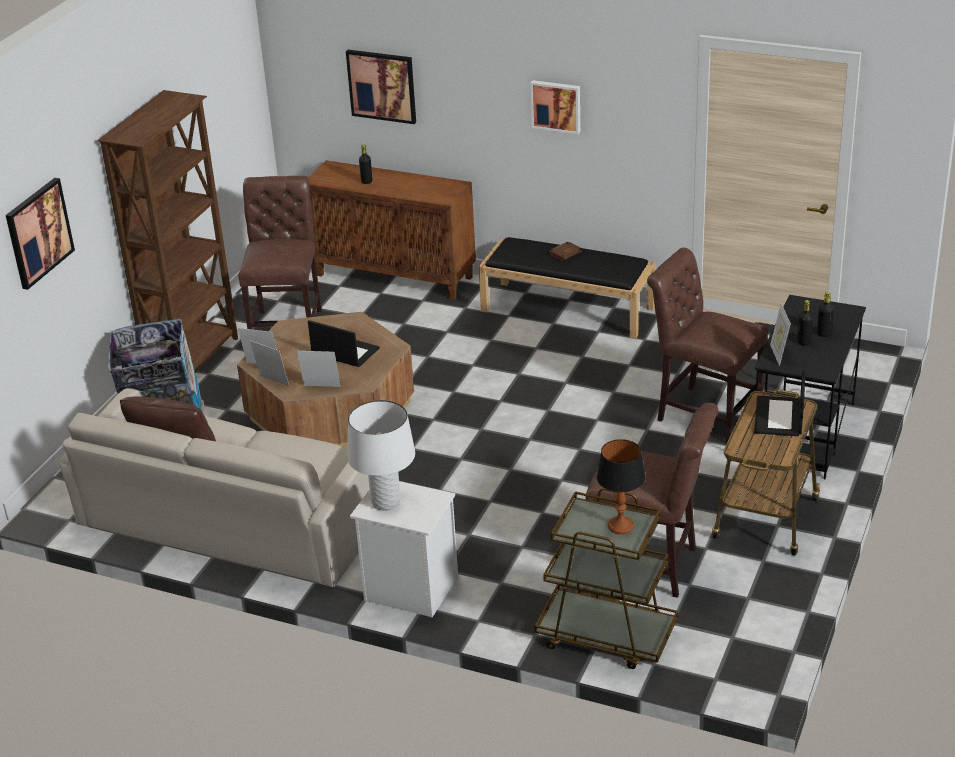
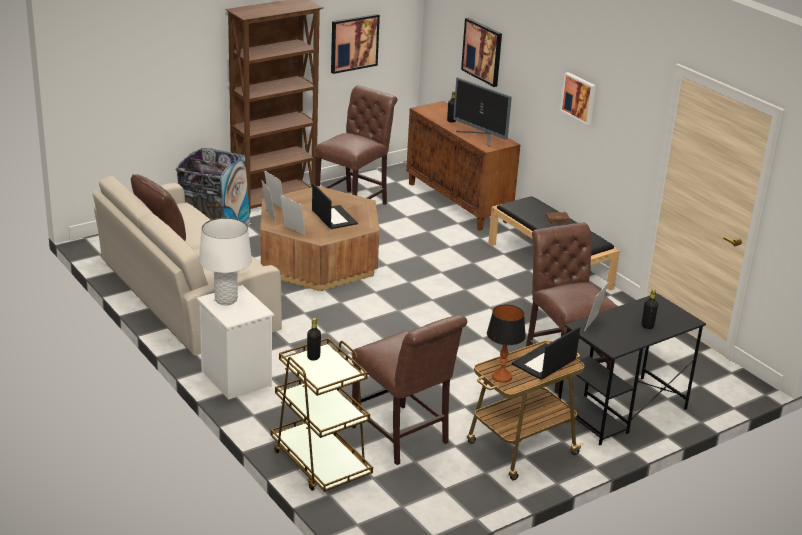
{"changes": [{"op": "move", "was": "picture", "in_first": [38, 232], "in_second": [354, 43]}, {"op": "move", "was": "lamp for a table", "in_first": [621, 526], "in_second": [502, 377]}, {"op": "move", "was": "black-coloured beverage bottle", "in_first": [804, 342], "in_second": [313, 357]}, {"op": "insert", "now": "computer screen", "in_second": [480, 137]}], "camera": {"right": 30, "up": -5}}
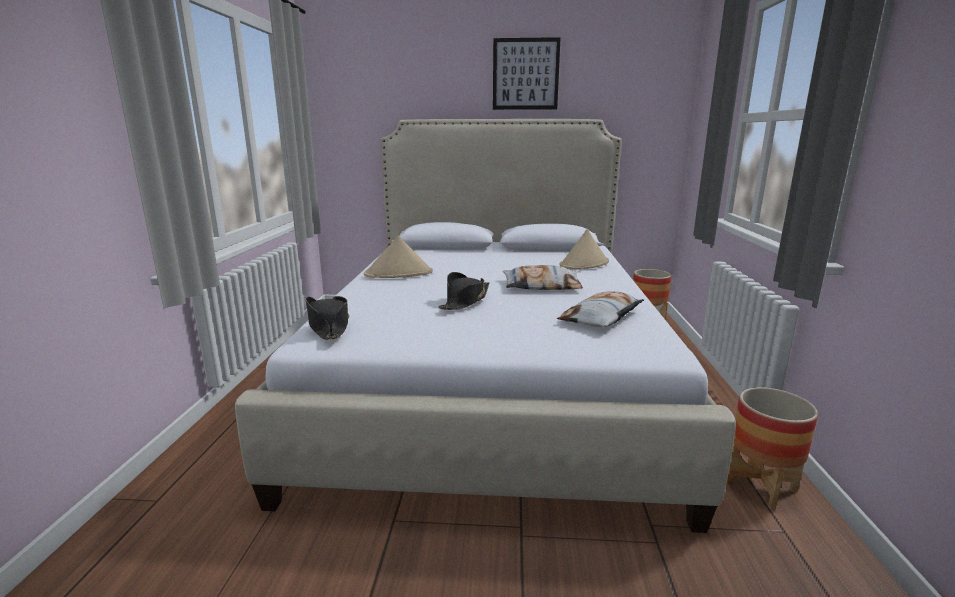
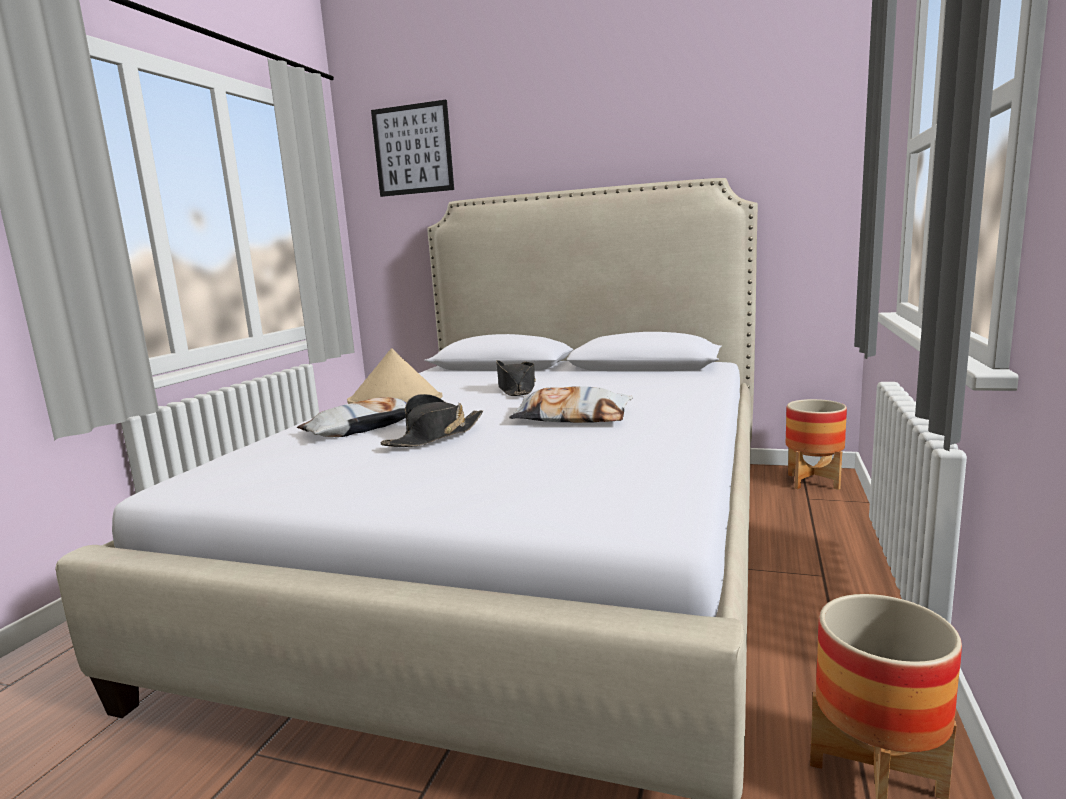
{"changes": [{"op": "move", "was": "black-coloured wearable hat", "in_first": [328, 326], "in_second": [516, 389]}, {"op": "move", "was": "picture", "in_first": [525, 74], "in_second": [413, 149]}, {"op": "move", "was": "cushion", "in_first": [601, 317], "in_second": [362, 428]}, {"op": "delete", "was": "beige-coloured wearable hat", "in_first": [584, 264]}], "camera": {"right": 15, "up": -5}}
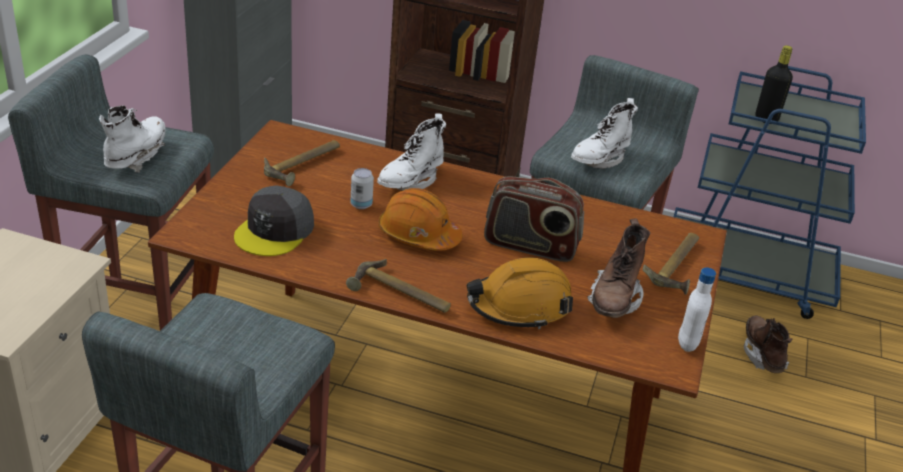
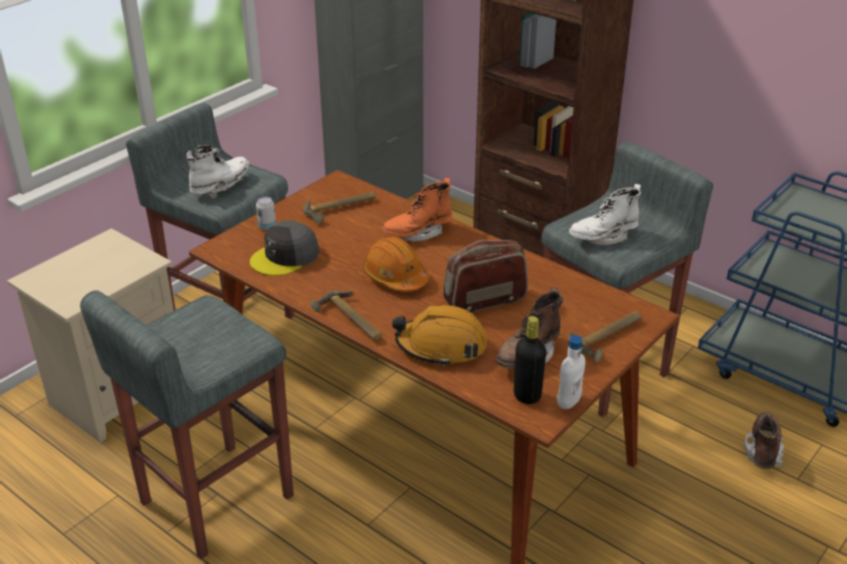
{"changes": [{"op": "move", "was": "sealed can", "in_first": [361, 205], "in_second": [267, 227]}, {"op": "recolor", "was": "white high-top boot", "now": "orange-coloured high-top boot", "in_first": [410, 181], "in_second": [418, 233]}, {"op": "rotate", "was": "radio", "in_first": [530, 246], "in_second": [484, 300], "clockwise": 120}, {"op": "move", "was": "black-coloured beverage bottle", "in_first": [766, 119], "in_second": [527, 396]}], "camera": {"right": 25, "up": 0}}
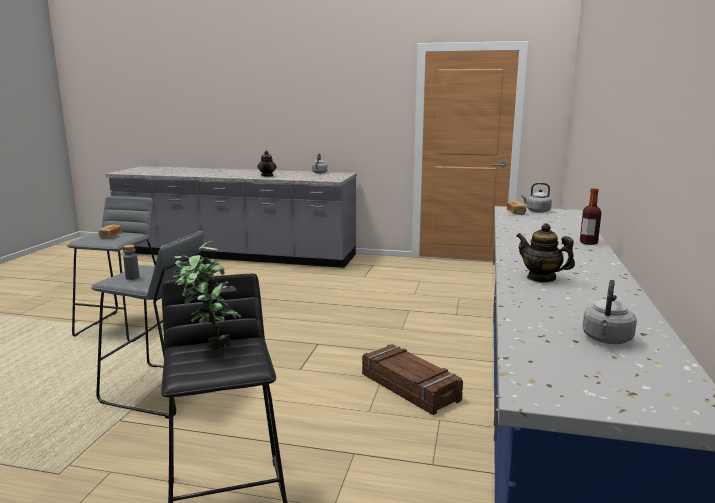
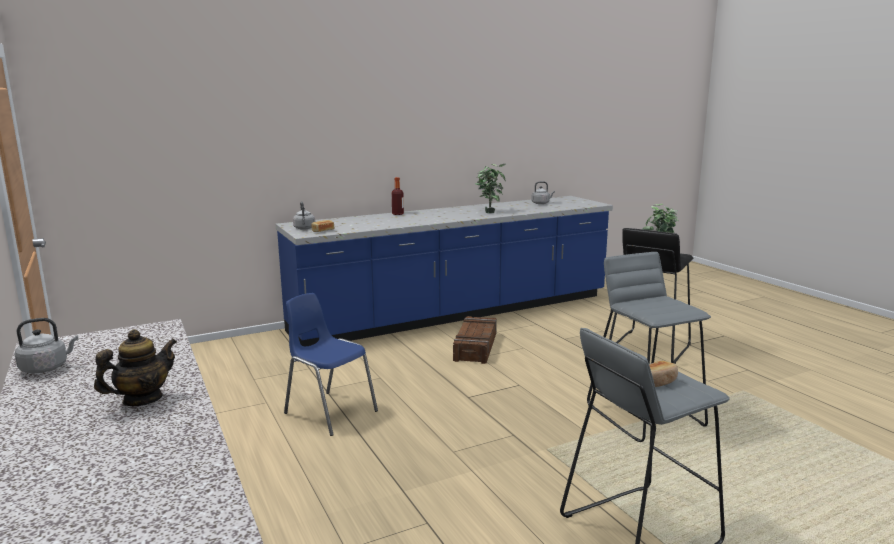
{"changes": [{"op": "delete", "was": "grey beverage bottle", "in_first": [132, 277]}, {"op": "replace", "was": "teapot", "now": "potted plant", "in_first": [541, 278], "in_second": [489, 212]}, {"op": "insert", "now": "bluish upright chair", "in_second": [330, 412]}], "camera": {"right": -130, "up": 0}}
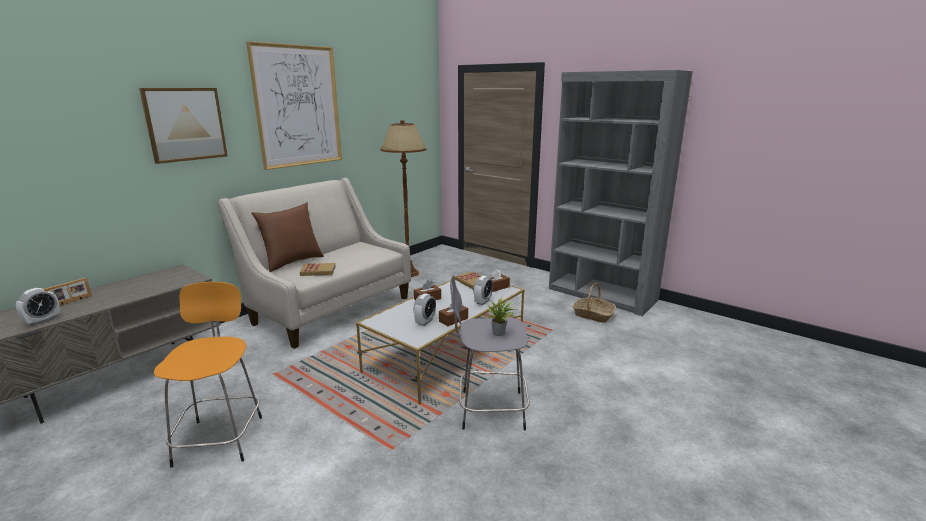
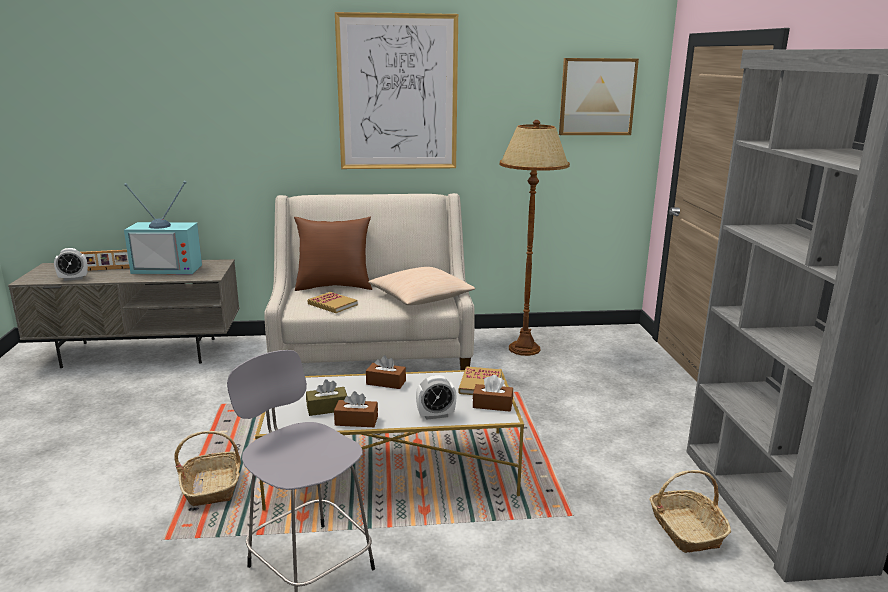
{"changes": [{"op": "move", "was": "picture", "in_first": [185, 124], "in_second": [597, 97]}, {"op": "delete", "was": "orange-coloured stool", "in_first": [220, 438]}, {"op": "replace", "was": "alarm clock", "now": "brown-coloured box of tissues", "in_first": [425, 322], "in_second": [327, 408]}, {"op": "delete", "was": "potted plant", "in_first": [500, 333]}, {"op": "insert", "now": "TV set", "in_second": [169, 268]}, {"op": "insert", "now": "basket", "in_second": [212, 486]}, {"op": "insert", "now": "beige-coloured cushion", "in_second": [420, 298]}], "camera": {"right": 45, "up": 0}}
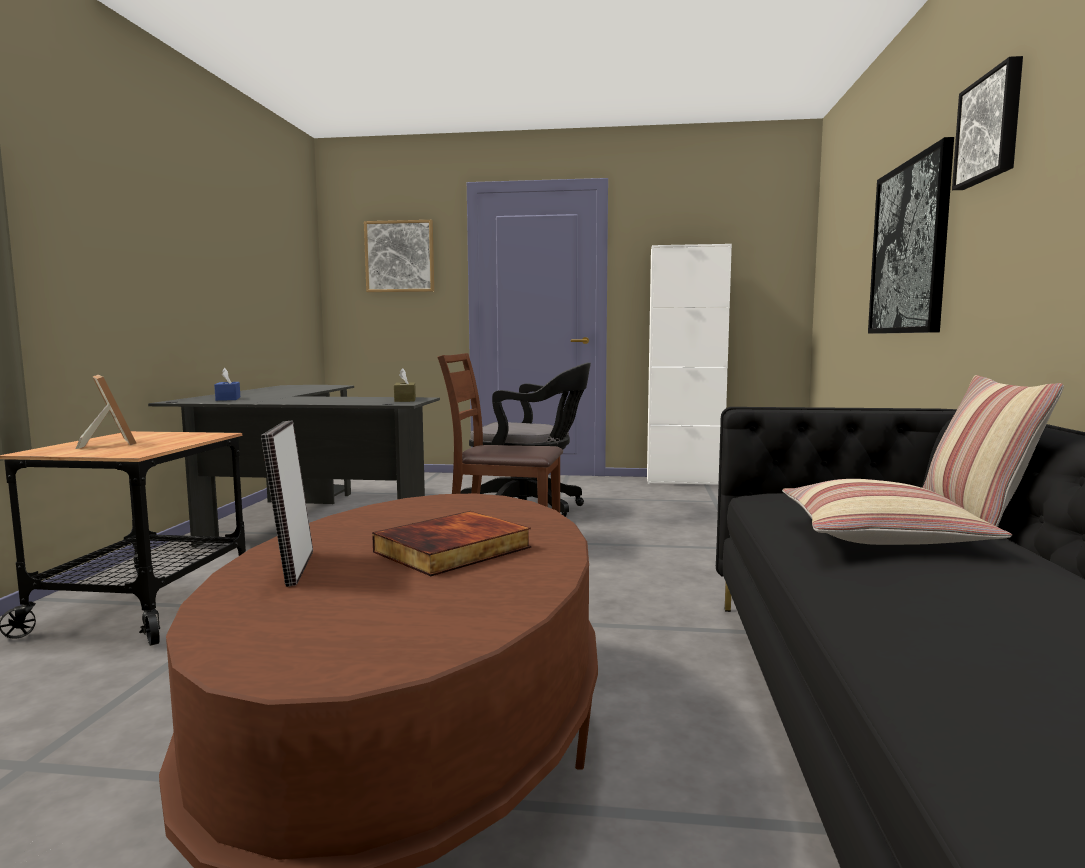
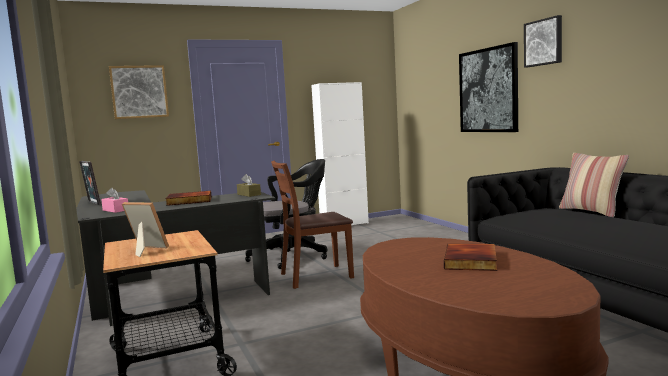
{"changes": [{"op": "recolor", "was": "bluish box of tissues", "now": "pinkish box of tissues", "in_first": [228, 398], "in_second": [115, 210]}, {"op": "move", "was": "photo frame", "in_first": [293, 568], "in_second": [92, 203]}, {"op": "delete", "was": "cushion", "in_first": [880, 535]}, {"op": "insert", "now": "volume", "in_second": [189, 201]}], "camera": {"right": -30, "up": 0}}
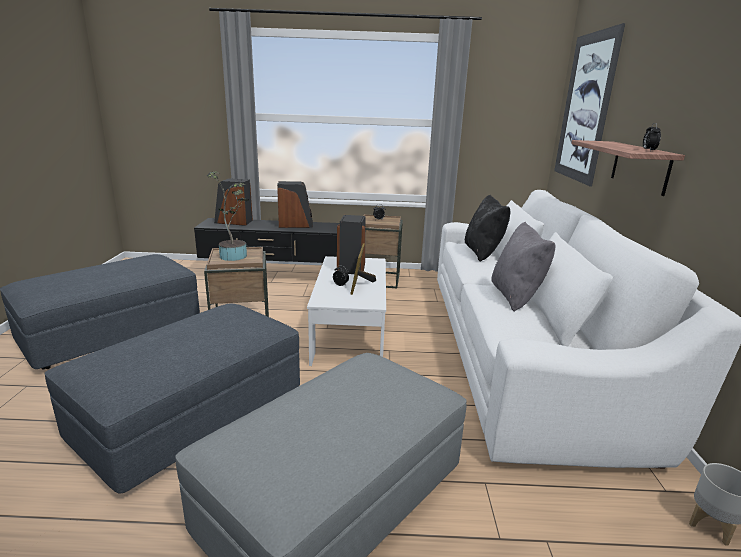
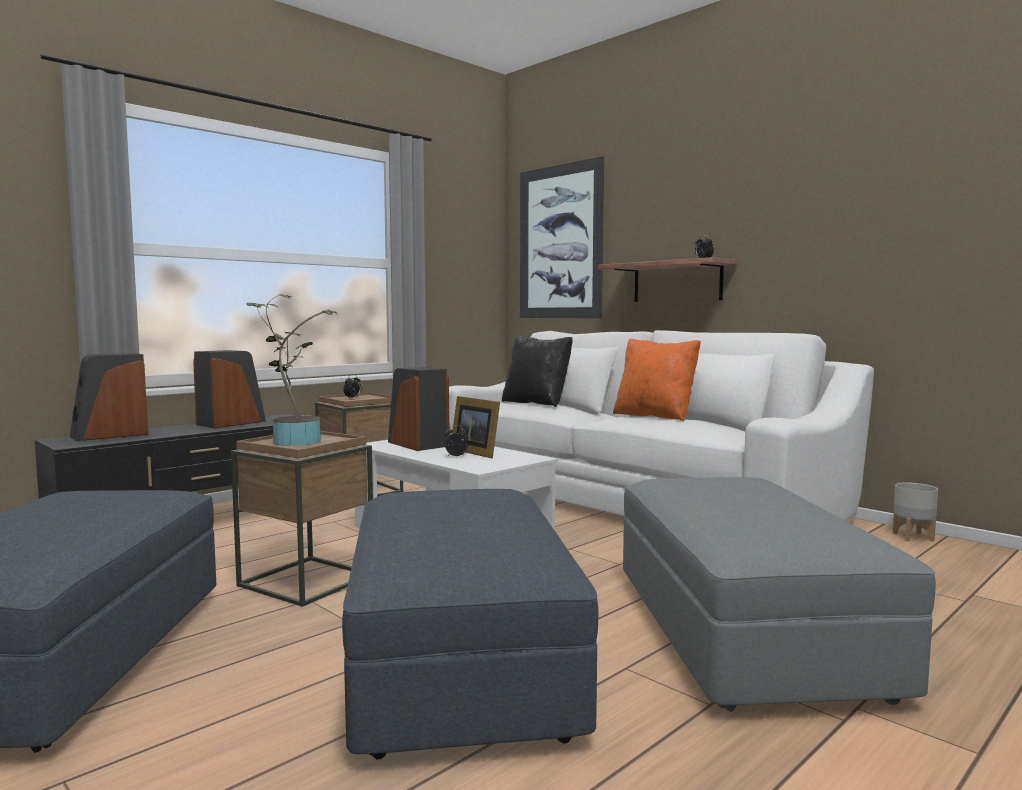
{"changes": [{"op": "recolor", "was": "grey cushion", "now": "orange-coloured cushion", "in_first": [516, 297], "in_second": [655, 416]}], "camera": {"right": -45, "up": -15}}
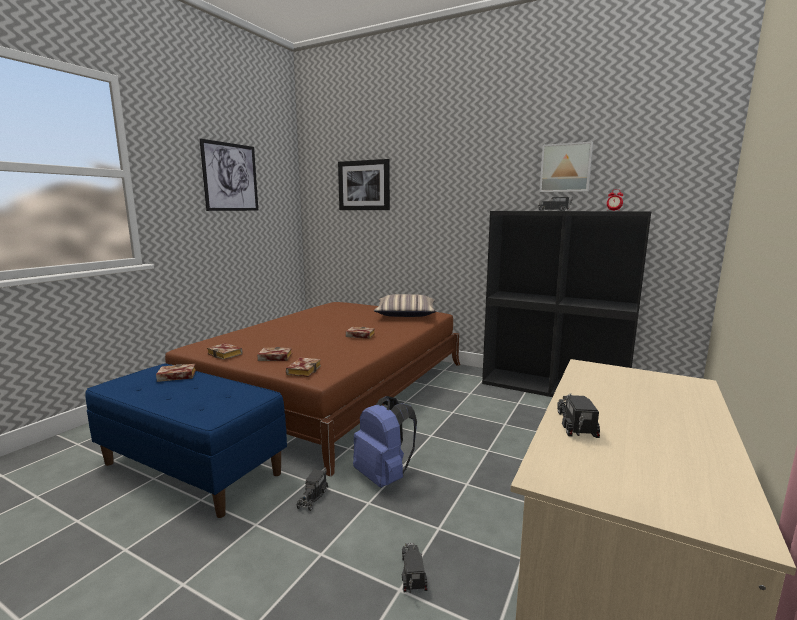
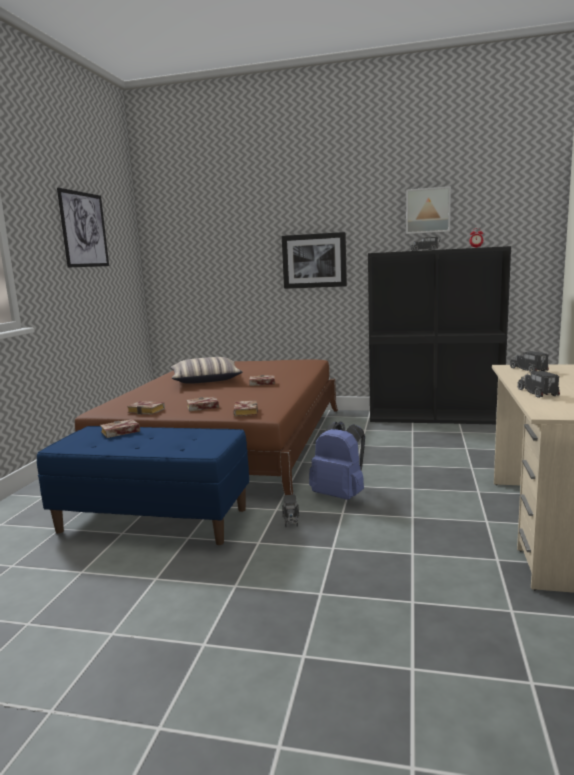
{"changes": [{"op": "move", "was": "picture", "in_first": [364, 185], "in_second": [314, 261]}, {"op": "move", "was": "cushion", "in_first": [406, 314], "in_second": [206, 380]}, {"op": "move", "was": "toy lorry", "in_first": [412, 575], "in_second": [529, 370]}], "camera": {"right": -15, "up": 0}}
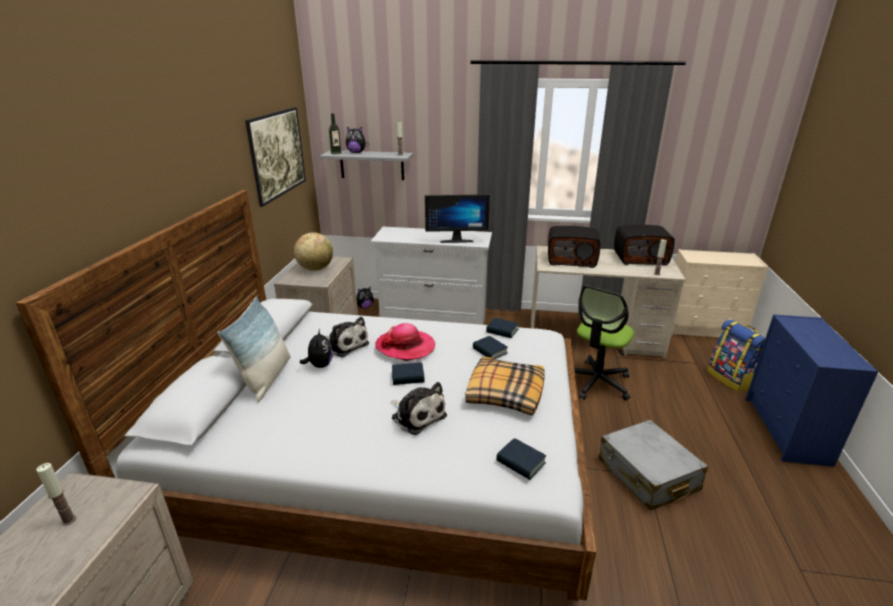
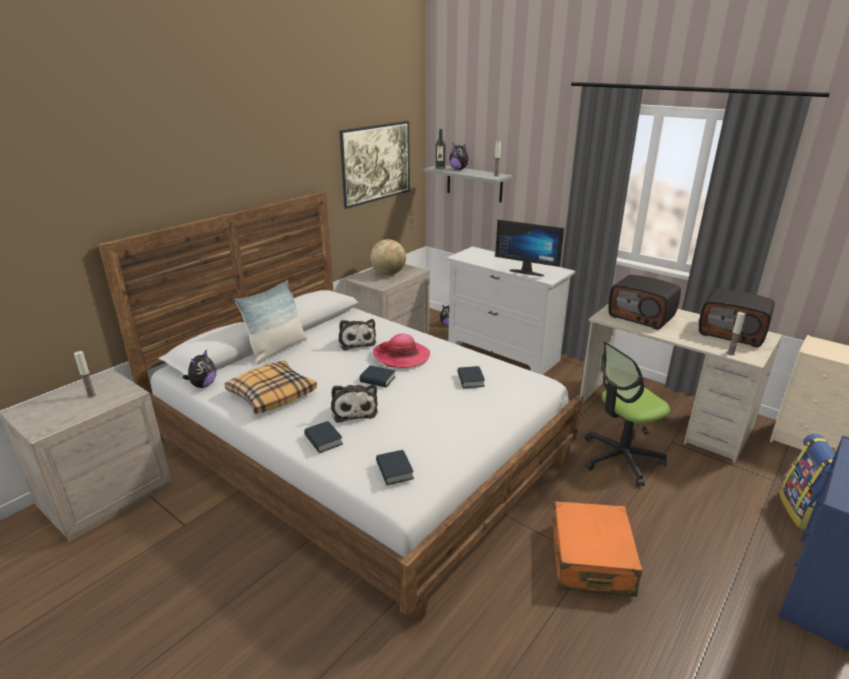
{"changes": [{"op": "move", "was": "cuddly toy", "in_first": [320, 365], "in_second": [203, 385]}, {"op": "move", "was": "cushion", "in_first": [504, 393], "in_second": [272, 394]}, {"op": "move", "was": "volume", "in_first": [502, 331], "in_second": [323, 440]}, {"op": "recolor", "was": "grey travel case", "now": "orange-coloured travel case", "in_first": [647, 475], "in_second": [590, 560]}], "camera": {"right": 30, "up": 0}}
